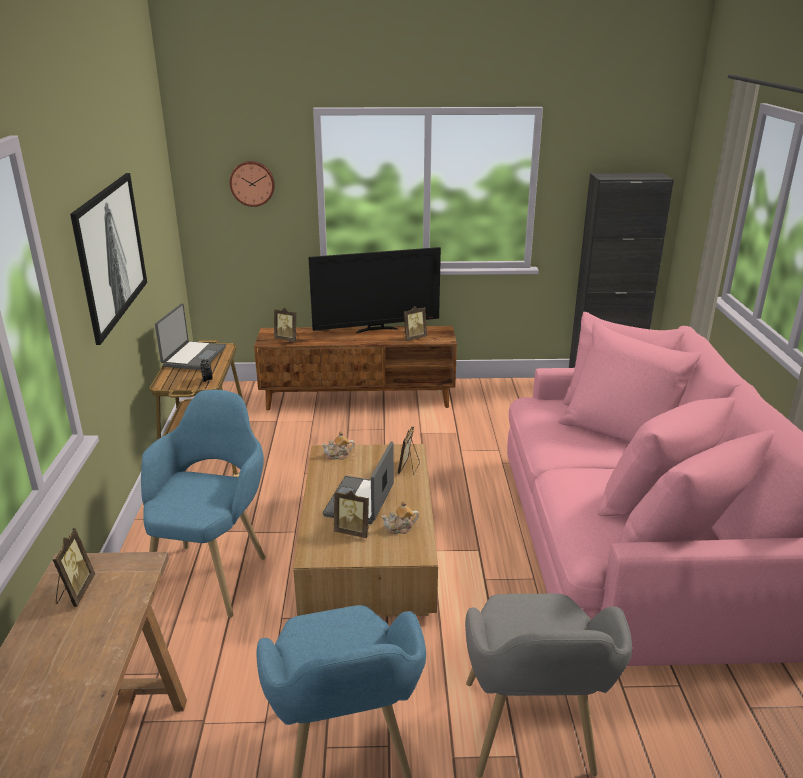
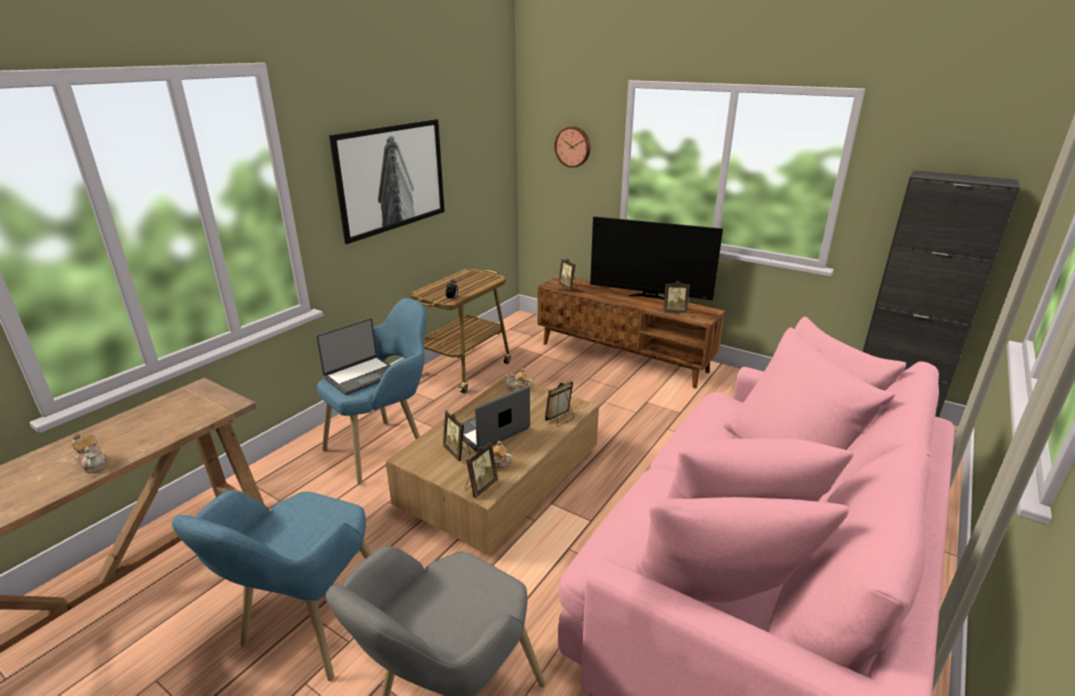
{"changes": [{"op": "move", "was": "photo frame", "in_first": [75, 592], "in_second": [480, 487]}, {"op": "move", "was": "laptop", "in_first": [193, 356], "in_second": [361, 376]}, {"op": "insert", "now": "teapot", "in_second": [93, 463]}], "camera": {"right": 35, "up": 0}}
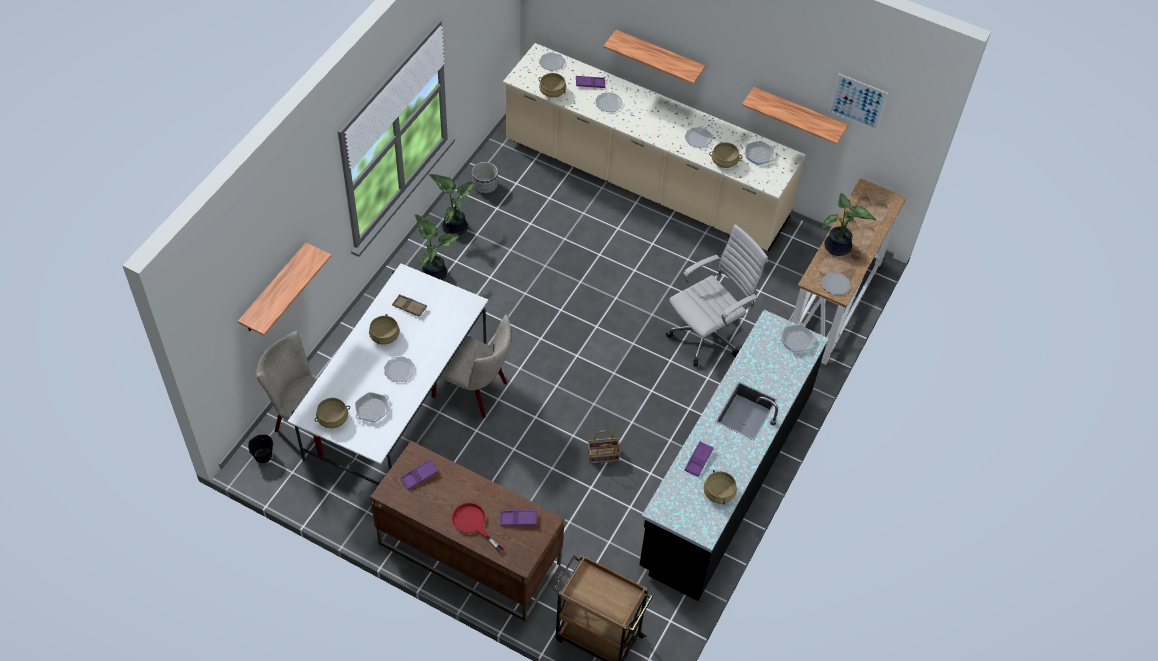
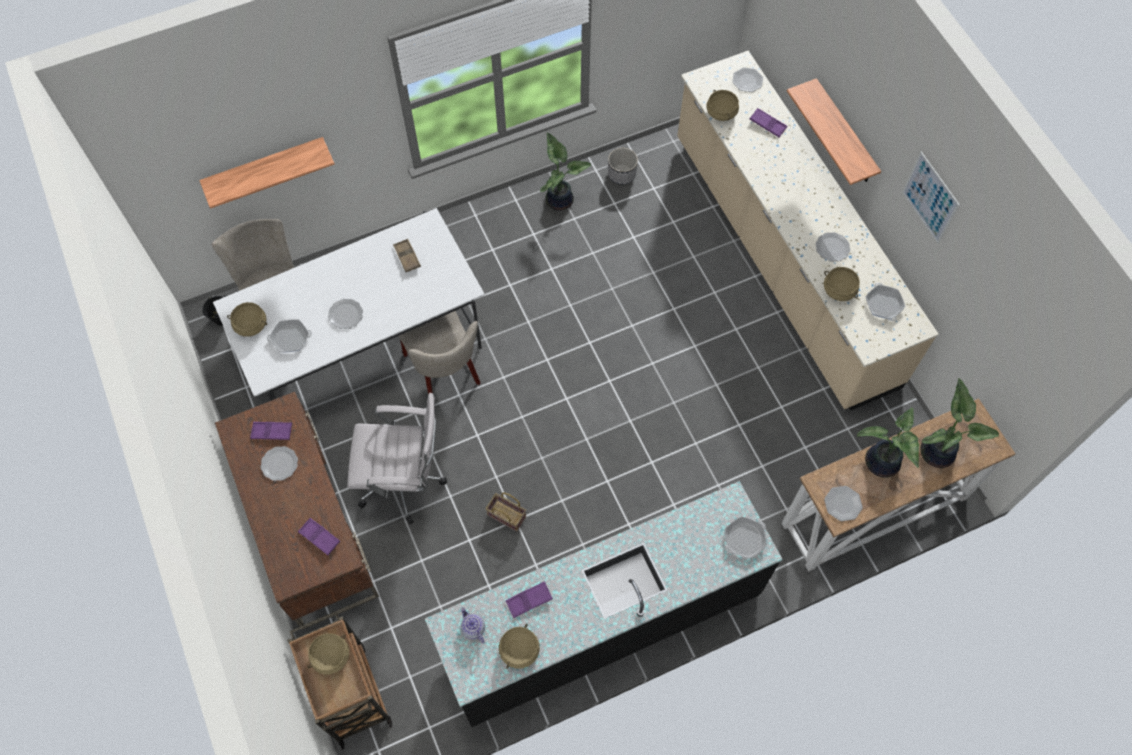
{"changes": [{"op": "move", "was": "beige-coloured saucepot", "in_first": [384, 335], "in_second": [330, 655]}, {"op": "move", "was": "potted plant", "in_first": [434, 273], "in_second": [938, 451]}, {"op": "delete", "was": "red skillet", "in_first": [473, 524]}, {"op": "move", "was": "plate", "in_first": [608, 103], "in_second": [279, 464]}, {"op": "move", "was": "white office chair", "in_first": [708, 335], "in_second": [405, 482]}, {"op": "delete", "was": "shelf", "in_first": [798, 114]}, {"op": "move", "was": "picture", "in_first": [858, 102], "in_second": [930, 198]}, {"op": "insert", "now": "teapot", "in_second": [473, 628]}], "camera": {"right": 40, "up": 10}}
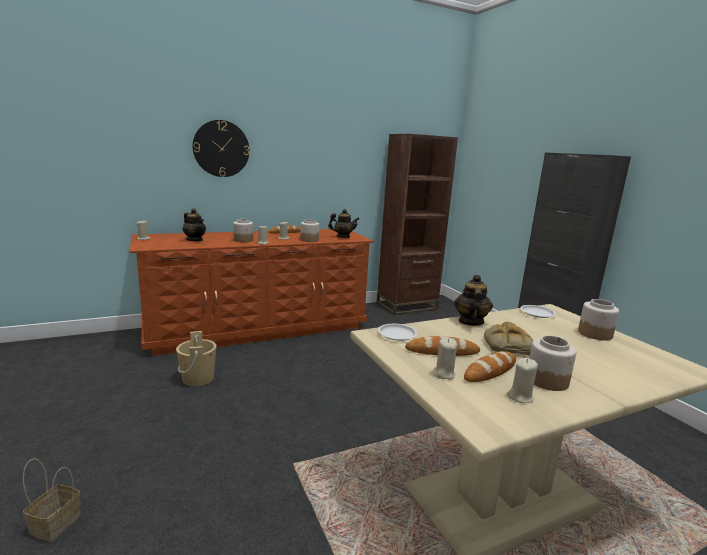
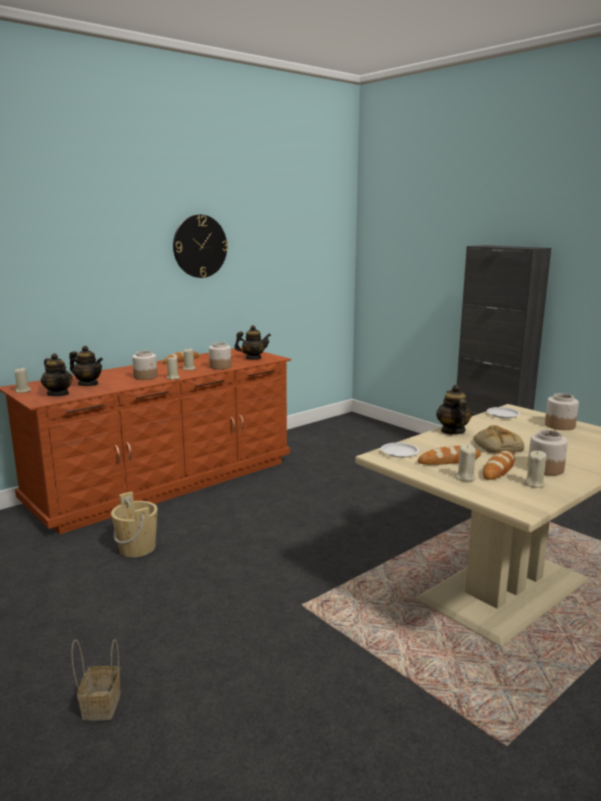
{"changes": [{"op": "move", "was": "wall clock", "in_first": [221, 148], "in_second": [200, 246]}, {"op": "delete", "was": "brown-coloured bookcase", "in_first": [407, 306]}, {"op": "insert", "now": "teapot", "in_second": [58, 394]}], "camera": {"right": -15, "up": 0}}
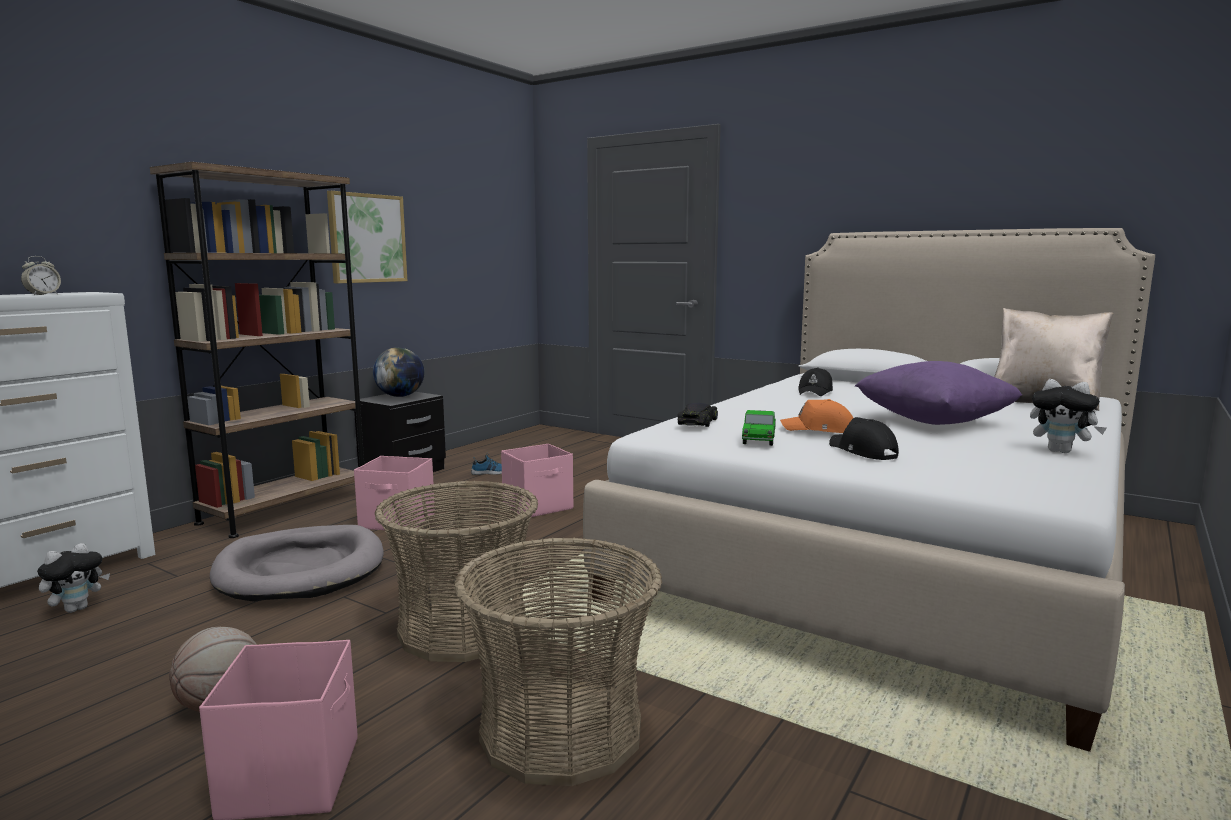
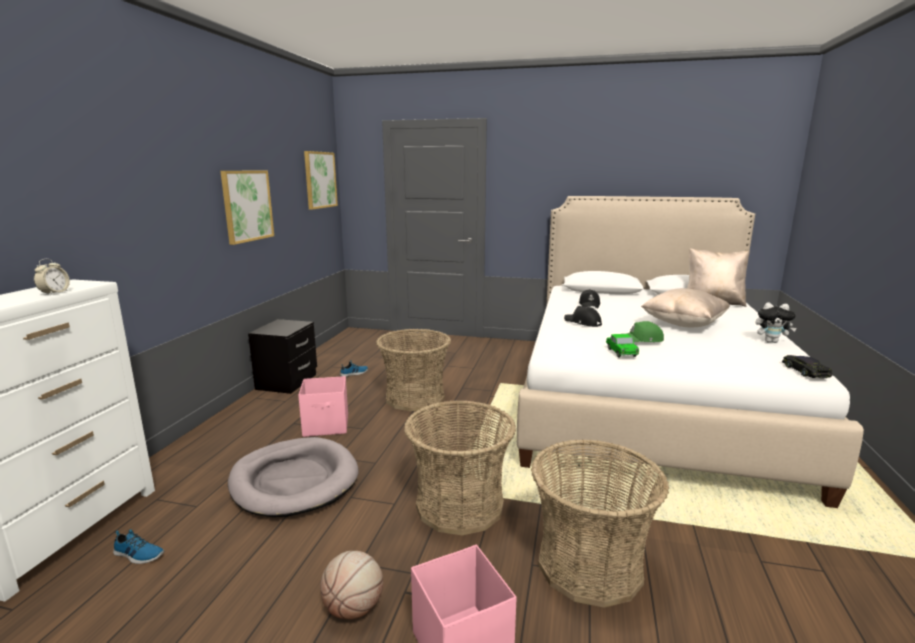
{"changes": [{"op": "replace", "was": "cuddly toy", "now": "shoe", "in_first": [77, 608], "in_second": [138, 555]}, {"op": "delete", "was": "brown-coloured bookcase", "in_first": [286, 509]}, {"op": "delete", "was": "globe", "in_first": [400, 396]}, {"op": "replace", "was": "pinkish storage bin", "now": "basket", "in_first": [539, 506], "in_second": [415, 397]}, {"op": "move", "was": "black-coloured miniature car", "in_first": [697, 422], "in_second": [804, 371]}, {"op": "recolor", "was": "orange-coloured peaked cap", "now": "greenish peaked cap", "in_first": [818, 430], "in_second": [642, 340]}, {"op": "move", "was": "black-coloured peaked cap", "in_first": [862, 452], "in_second": [582, 322]}, {"op": "recolor", "was": "purplish cushion", "now": "beige-coloured cushion", "in_first": [934, 421], "in_second": [683, 324]}, {"op": "insert", "now": "picture", "in_second": [320, 180]}], "camera": {"right": -20, "up": 5}}
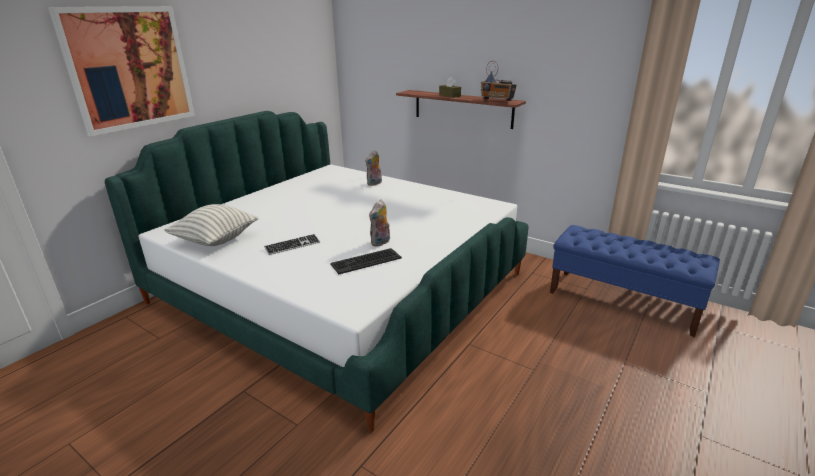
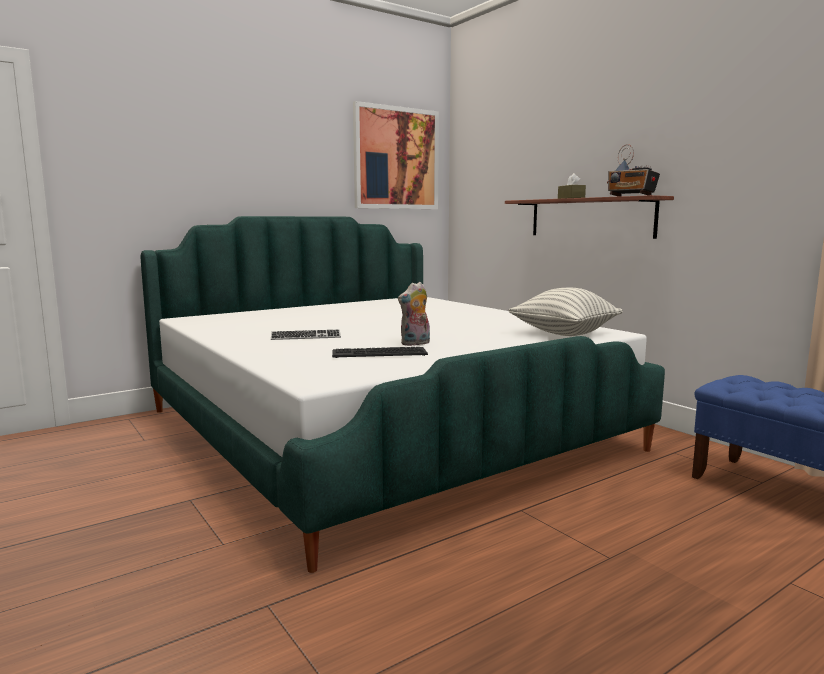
{"changes": [{"op": "move", "was": "picture", "in_first": [129, 68], "in_second": [396, 158]}, {"op": "move", "was": "cushion", "in_first": [216, 240], "in_second": [564, 334]}, {"op": "delete", "was": "cuddly toy", "in_first": [374, 183]}], "camera": {"right": 20, "up": -15}}
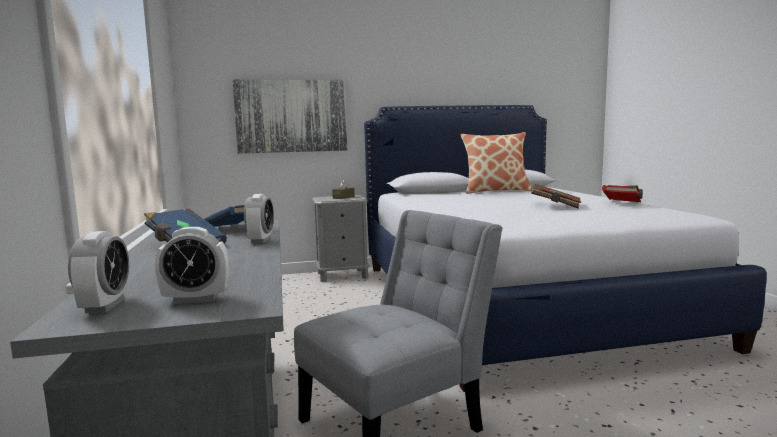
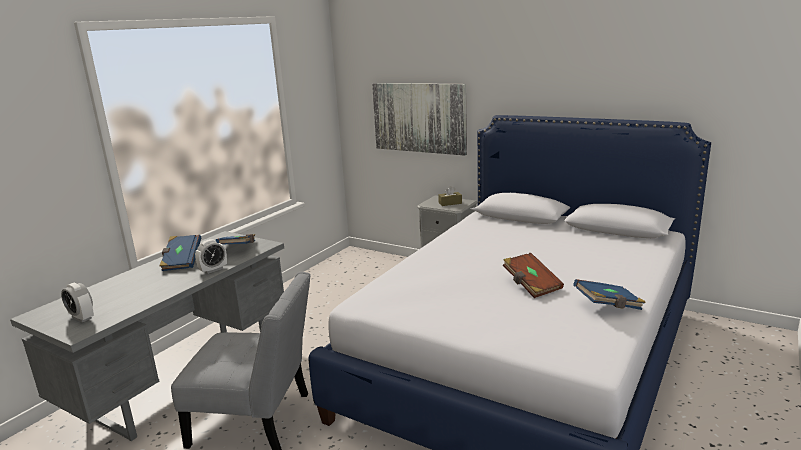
{"changes": [{"op": "delete", "was": "alarm clock", "in_first": [104, 306]}, {"op": "delete", "was": "cushion", "in_first": [496, 191]}, {"op": "recolor", "was": "red volume", "now": "bluish volume", "in_first": [623, 204], "in_second": [608, 306]}], "camera": {"right": 45, "up": 10}}
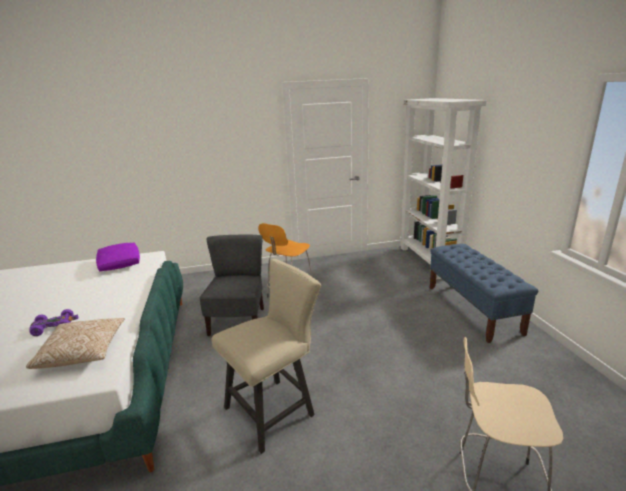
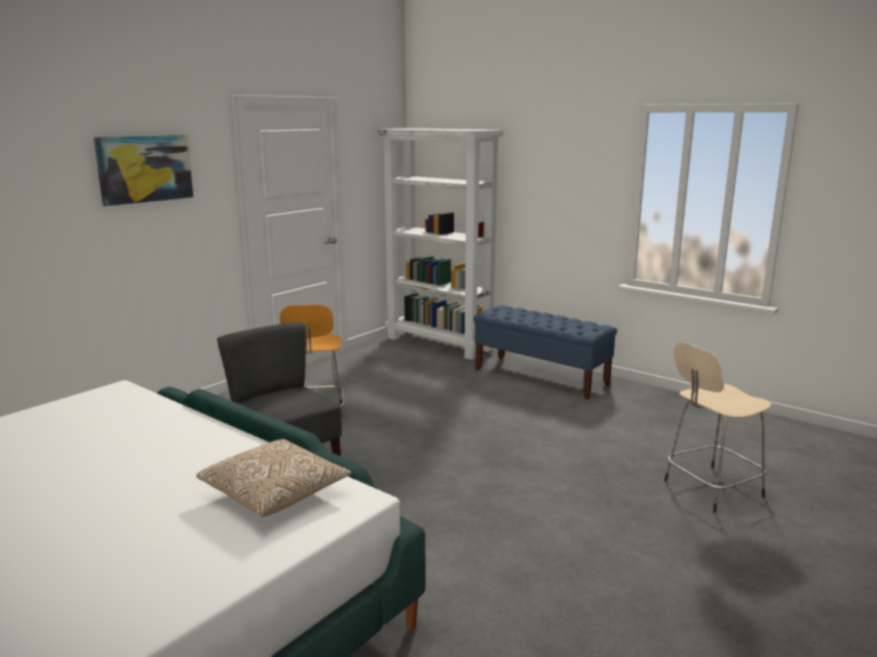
{"changes": [{"op": "delete", "was": "purplish miniature car", "in_first": [55, 326]}, {"op": "delete", "was": "purplish cushion", "in_first": [119, 263]}, {"op": "delete", "was": "beige-coloured upright chair", "in_first": [275, 409]}, {"op": "insert", "now": "picture", "in_second": [145, 169]}], "camera": {"right": -40, "up": -5}}
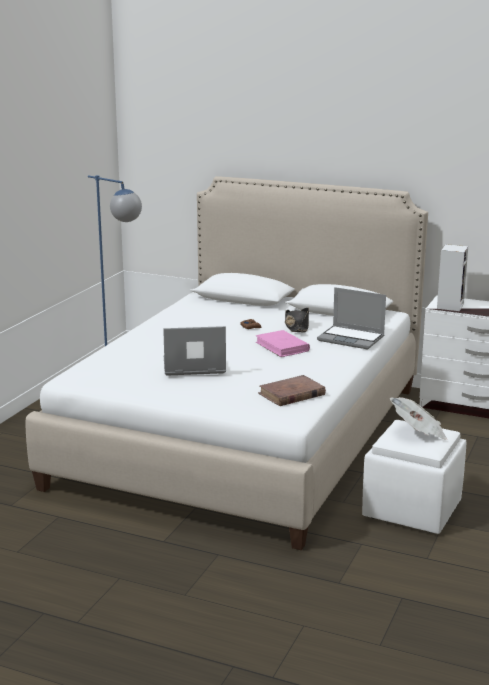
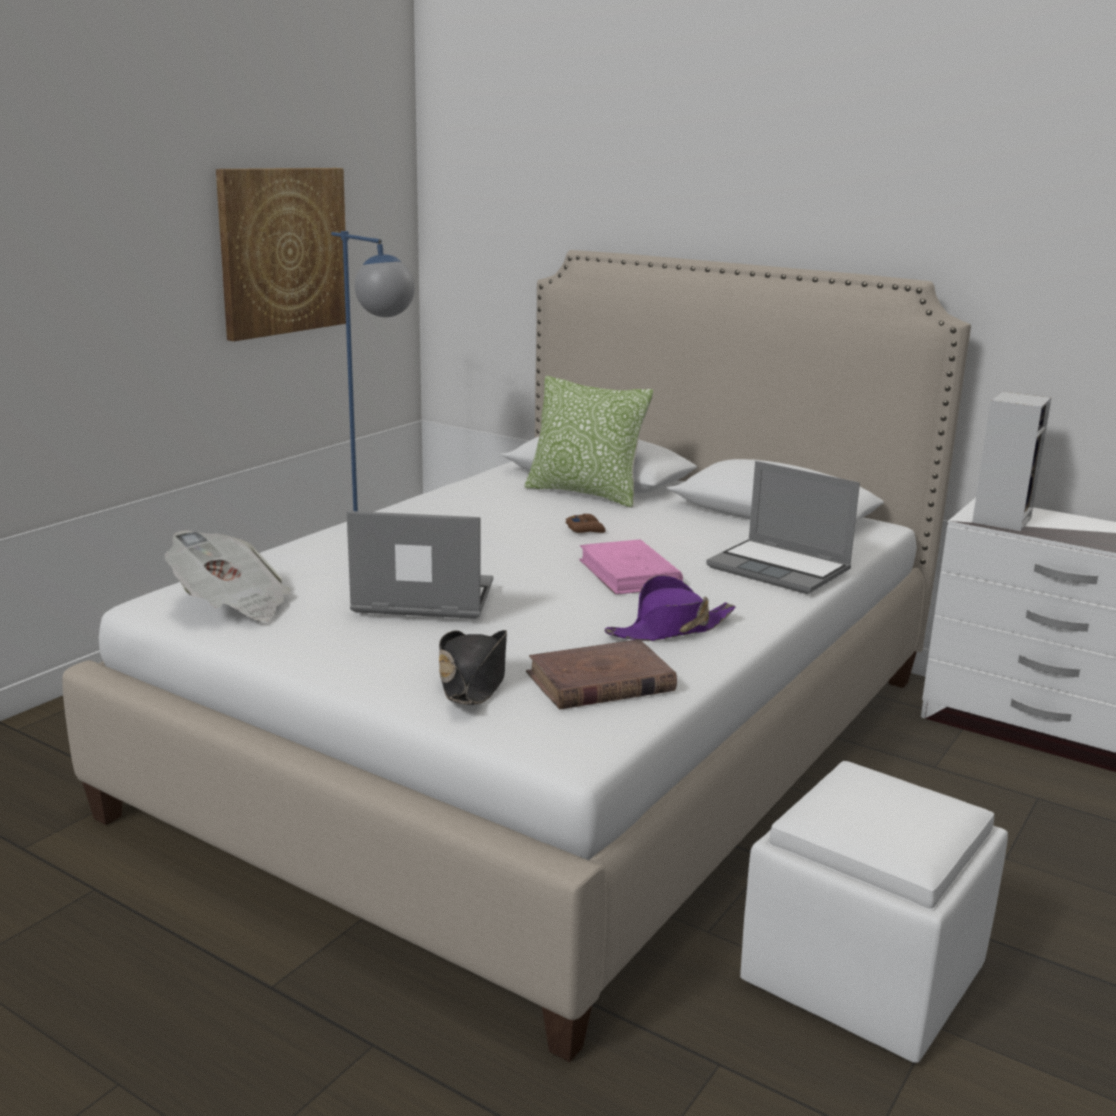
{"changes": [{"op": "move", "was": "black-coloured wearable hat", "in_first": [297, 326], "in_second": [473, 680]}, {"op": "move", "was": "newspaper", "in_first": [418, 432], "in_second": [231, 604]}, {"op": "insert", "now": "picture", "in_second": [283, 251]}, {"op": "insert", "now": "cushion", "in_second": [585, 493]}, {"op": "insert", "now": "purplish wearable hat", "in_second": [670, 629]}], "camera": {"right": 10, "up": 0}}
